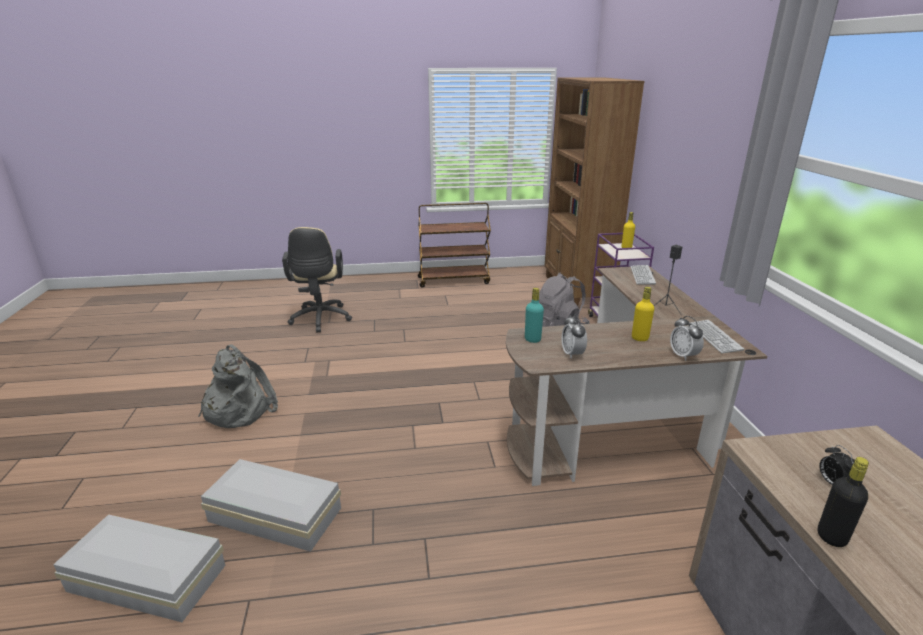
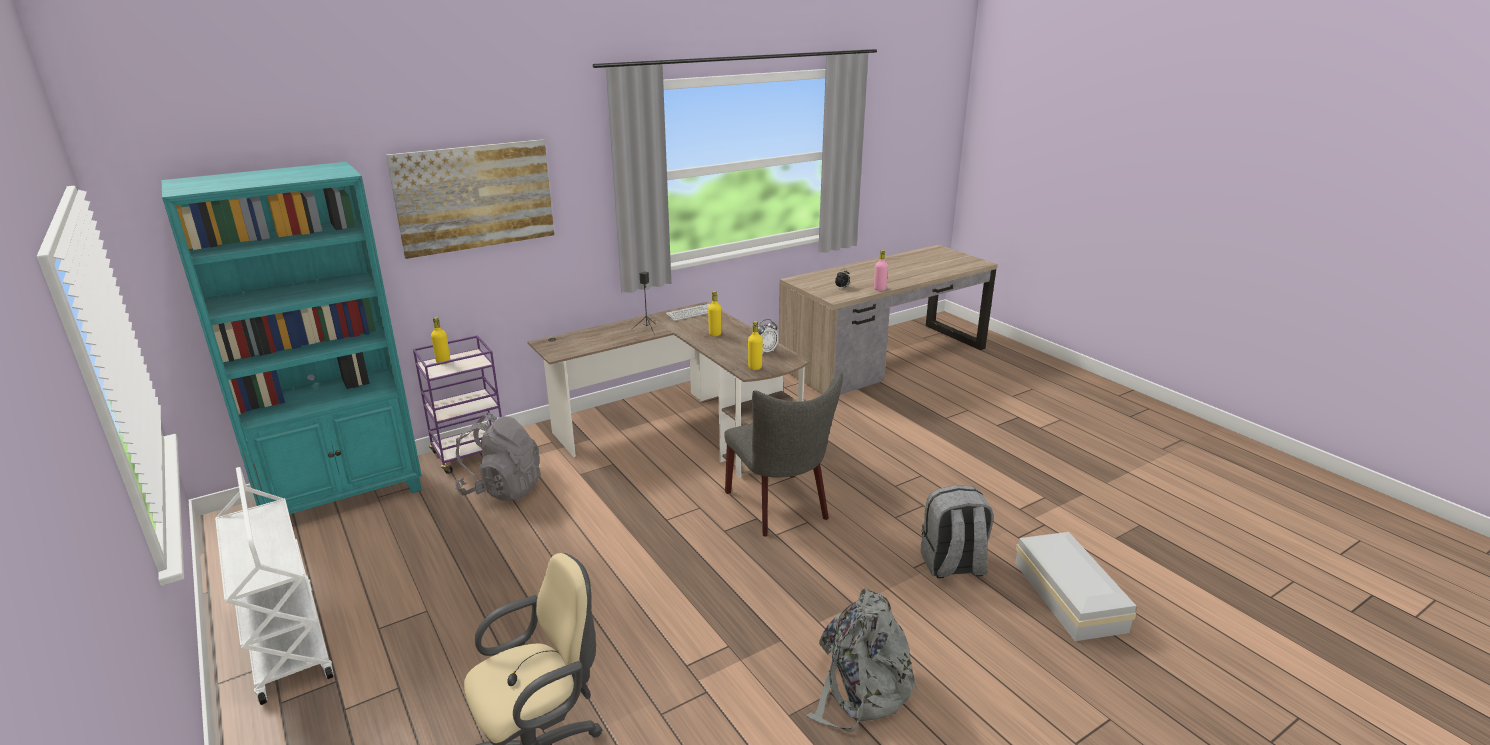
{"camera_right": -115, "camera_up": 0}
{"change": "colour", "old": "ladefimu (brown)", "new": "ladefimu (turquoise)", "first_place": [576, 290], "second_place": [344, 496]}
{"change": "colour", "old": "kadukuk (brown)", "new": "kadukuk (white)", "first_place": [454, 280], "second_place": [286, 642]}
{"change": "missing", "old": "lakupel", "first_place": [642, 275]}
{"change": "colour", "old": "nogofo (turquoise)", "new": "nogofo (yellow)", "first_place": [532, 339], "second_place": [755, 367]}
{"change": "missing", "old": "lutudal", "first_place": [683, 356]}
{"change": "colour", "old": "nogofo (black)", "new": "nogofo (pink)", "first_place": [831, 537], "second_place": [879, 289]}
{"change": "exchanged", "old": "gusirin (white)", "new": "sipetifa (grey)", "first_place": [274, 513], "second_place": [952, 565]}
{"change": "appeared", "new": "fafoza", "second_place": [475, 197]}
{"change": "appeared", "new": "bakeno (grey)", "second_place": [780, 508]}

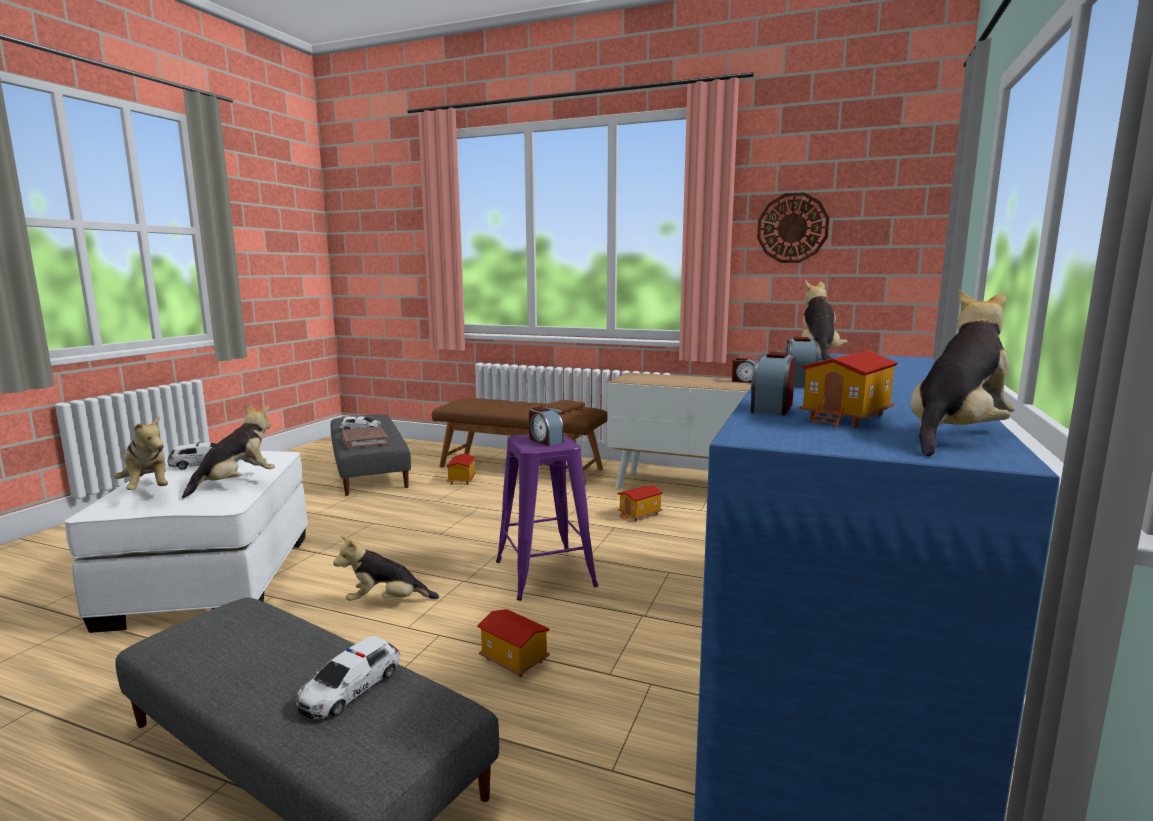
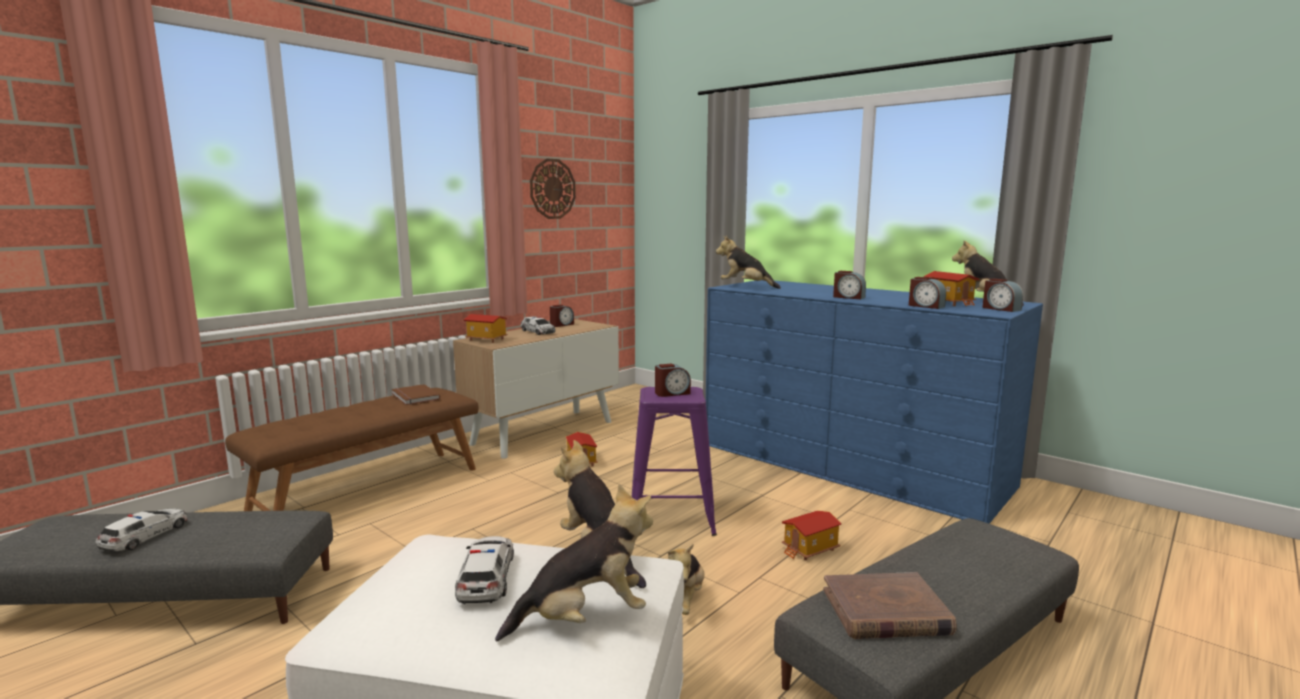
{"camera_right": -70, "camera_up": 0}
{"change": "relocated", "old": "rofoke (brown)", "first_place": [363, 441], "second_place": [886, 612]}
{"change": "relocated", "old": "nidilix", "first_place": [461, 480], "second_place": [486, 340]}
{"change": "relocated", "old": "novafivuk", "first_place": [350, 688], "second_place": [538, 332]}
{"change": "appeared", "new": "lutudal", "second_place": [1000, 309]}

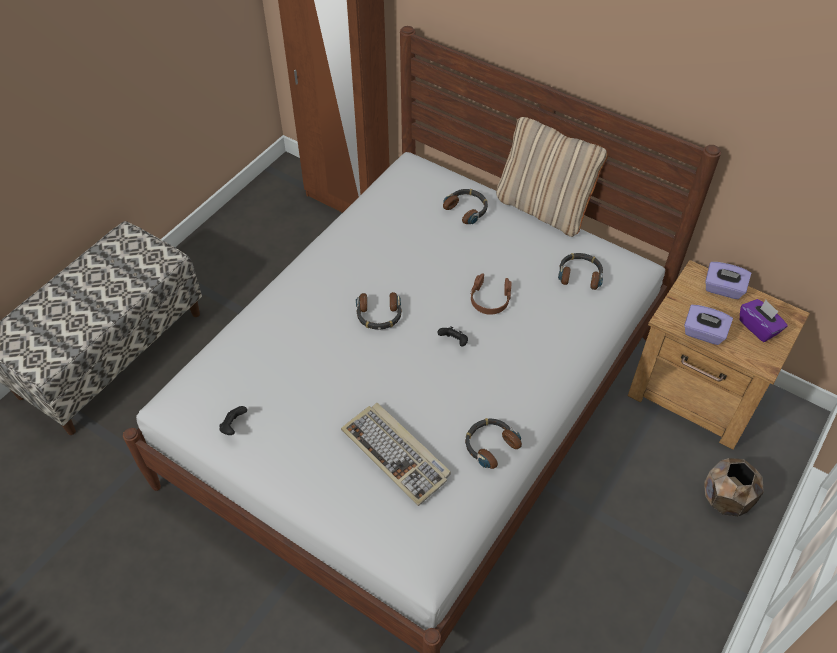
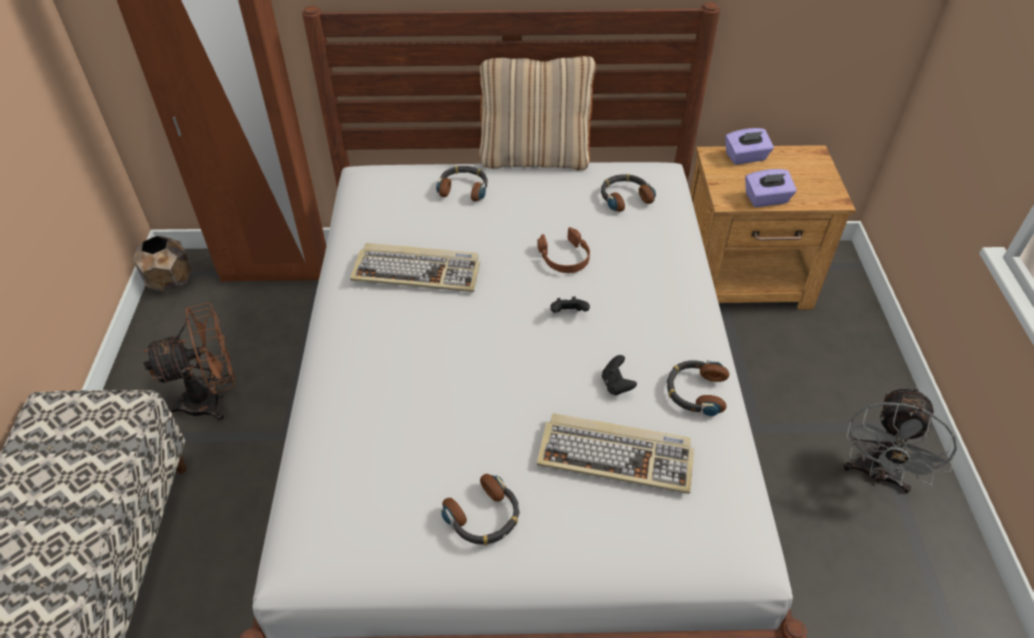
{"camera_right": -35, "camera_up": -5}
{"change": "relocated", "old": "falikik", "first_place": [379, 315], "second_place": [484, 517]}
{"change": "missing", "old": "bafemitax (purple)", "first_place": [758, 327]}
{"change": "relocated", "old": "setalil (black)", "first_place": [233, 426], "second_place": [616, 385]}
{"change": "relocated", "old": "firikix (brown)", "first_place": [726, 499], "second_place": [170, 282]}
{"change": "appeared", "new": "lakupel", "second_place": [418, 271]}
{"change": "appeared", "new": "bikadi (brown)", "second_place": [212, 400]}
{"change": "appeared", "new": "bikadi (grey)", "second_place": [876, 475]}

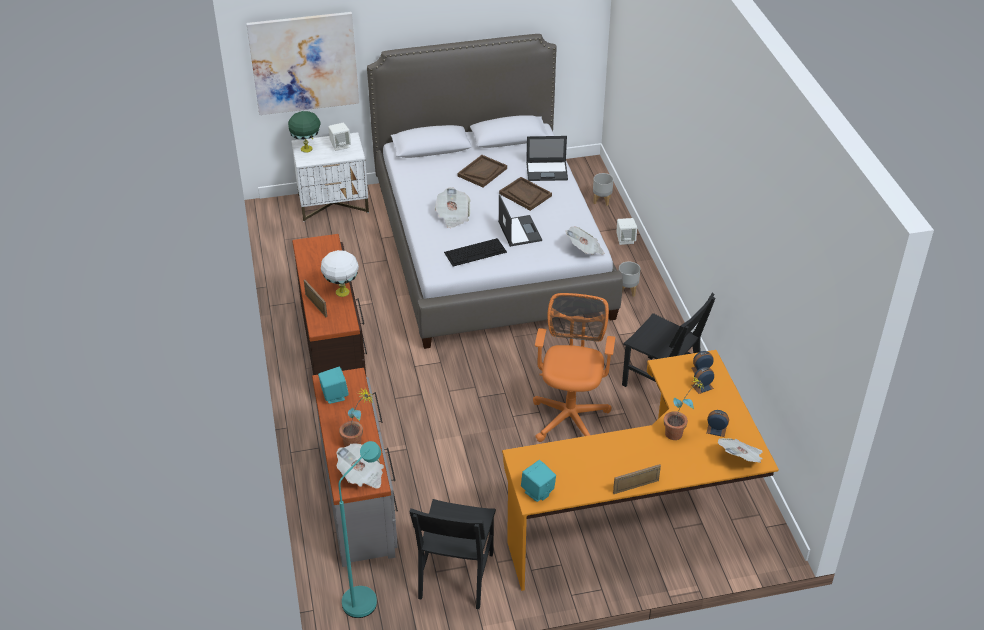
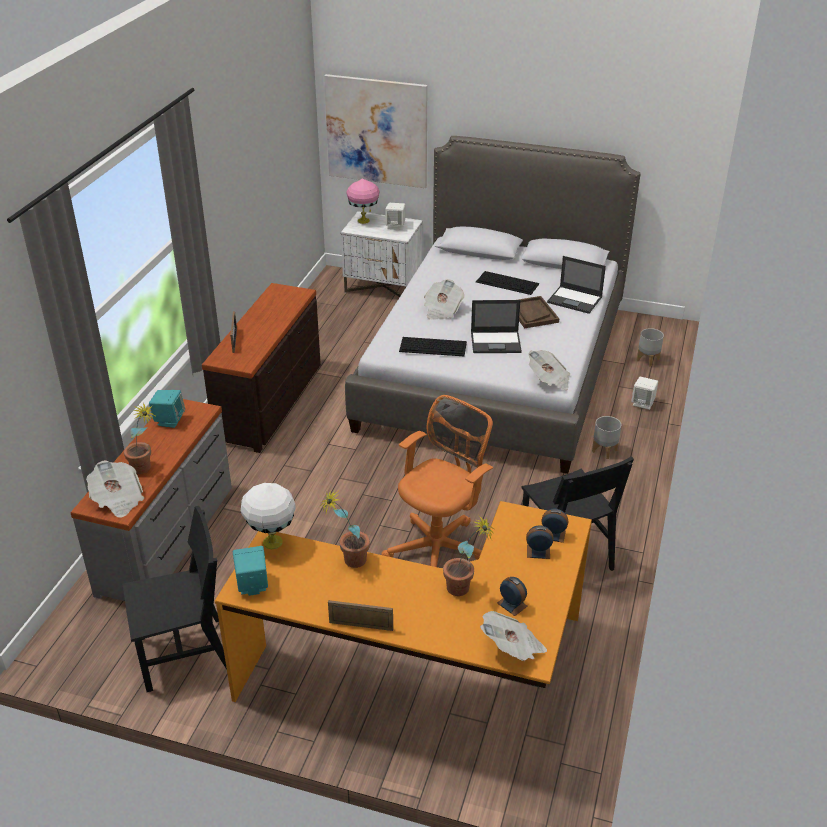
{"camera_right": 30, "camera_up": -5}
{"change": "colour", "old": "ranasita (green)", "new": "ranasita (pink)", "first_place": [307, 149], "second_place": [363, 221]}
{"change": "exchanged", "old": "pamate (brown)", "new": "lakupel", "first_place": [482, 172], "second_place": [508, 283]}
{"change": "spun", "old": "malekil", "first_place": [519, 231], "second_place": [496, 342], "degrees": 75}
{"change": "relocated", "old": "ranasita (white)", "first_place": [342, 292], "second_place": [271, 542]}
{"change": "missing", "old": "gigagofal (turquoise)", "first_place": [365, 596]}
{"change": "spun", "old": "bakeno (black)", "first_place": [456, 575], "second_place": [184, 654], "degrees": -150}
{"change": "appeared", "new": "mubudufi", "second_place": [348, 561]}

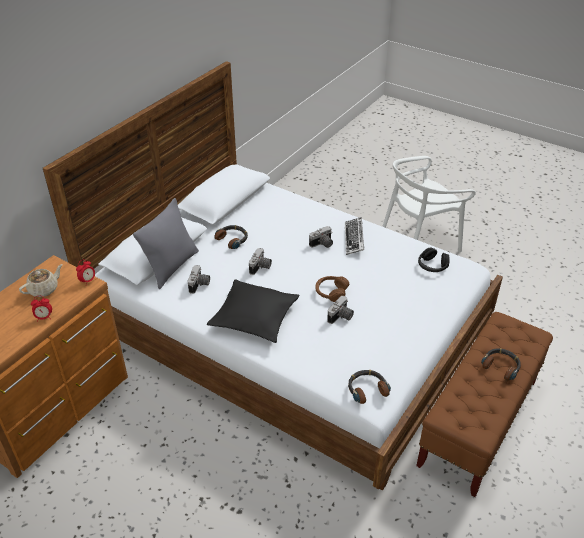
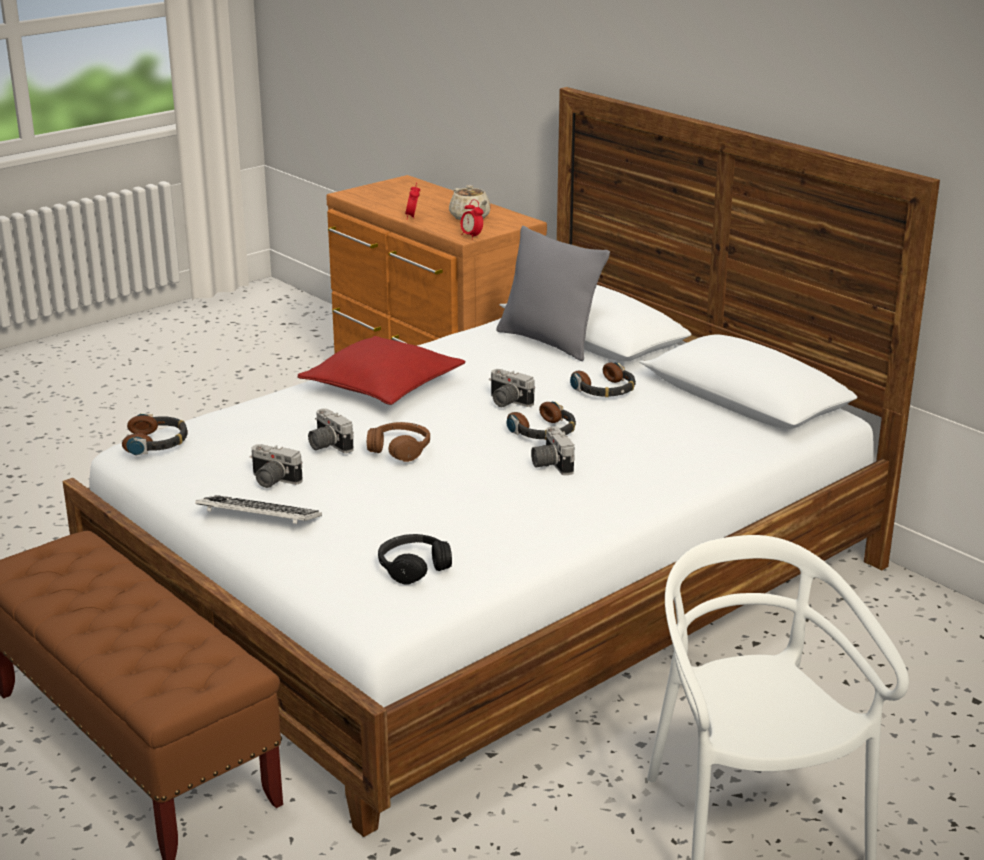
{"camera_right": 105, "camera_up": -15}
{"change": "relocated", "old": "lakupel", "first_place": [354, 239], "second_place": [259, 517]}
{"change": "relocated", "old": "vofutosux", "first_place": [199, 285], "second_place": [272, 481]}
{"change": "colour", "old": "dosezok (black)", "new": "dosezok (red)", "first_place": [254, 317], "second_place": [383, 386]}
{"change": "relocated", "old": "falikik", "first_place": [501, 366], "second_place": [544, 431]}

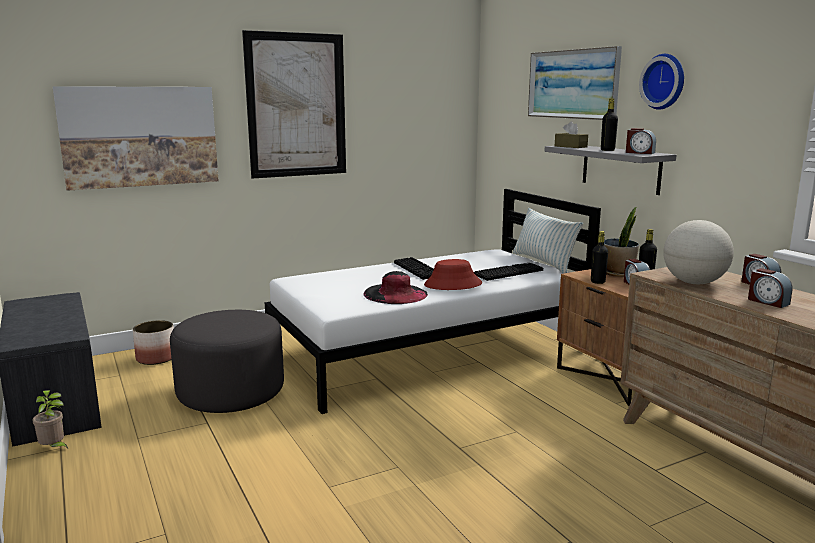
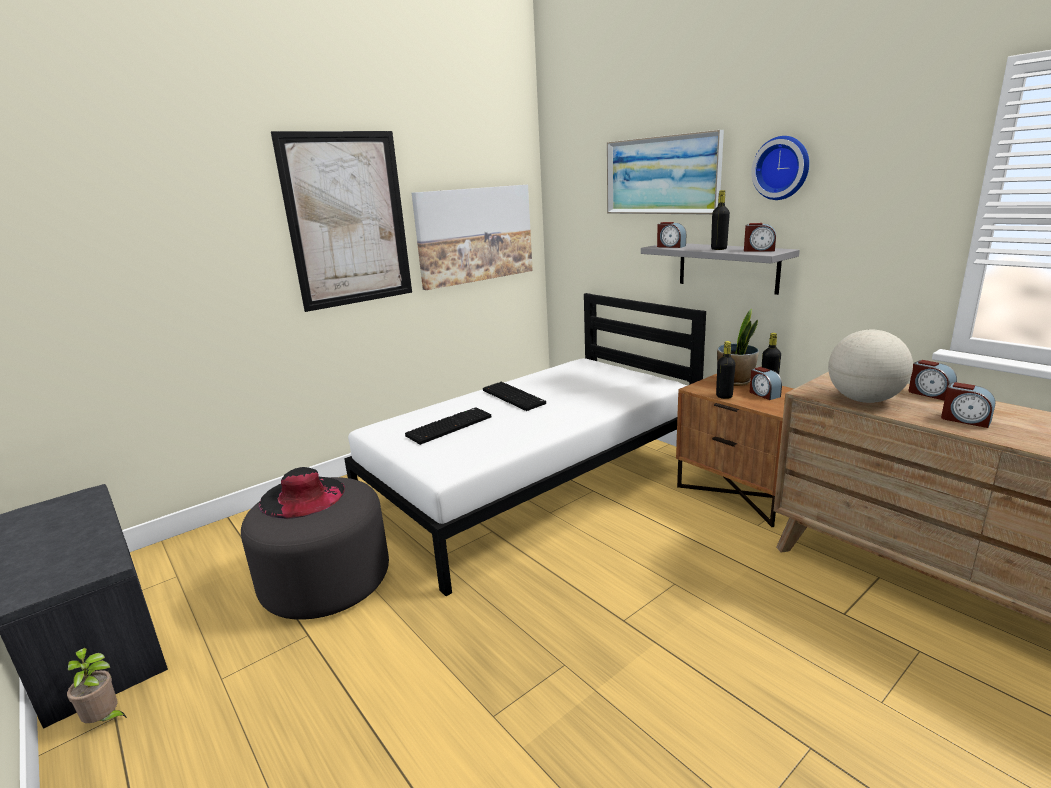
{"camera_right": -10, "camera_up": 5}
{"change": "relocated", "old": "fafoza", "first_place": [140, 136], "second_place": [475, 235]}
{"change": "exchanged", "old": "bafemitax (brown)", "new": "lutudal", "first_place": [570, 146], "second_place": [670, 246]}
{"change": "missing", "old": "dosezok", "first_place": [543, 262]}
{"change": "missing", "old": "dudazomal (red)", "first_place": [453, 284]}
{"change": "relocated", "old": "lakupel", "first_place": [508, 272], "second_place": [449, 426]}
{"change": "relocated", "old": "dudazomal (black)", "first_place": [395, 294], "second_place": [302, 496]}
{"change": "missing", "old": "firikix", "first_place": [156, 358]}

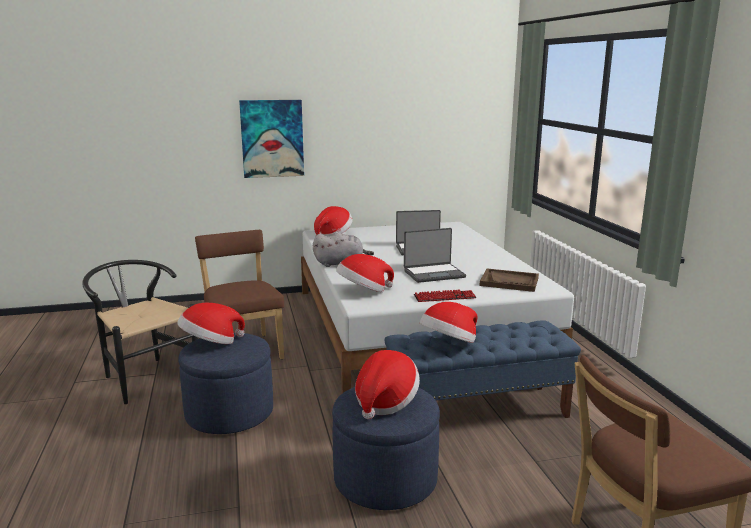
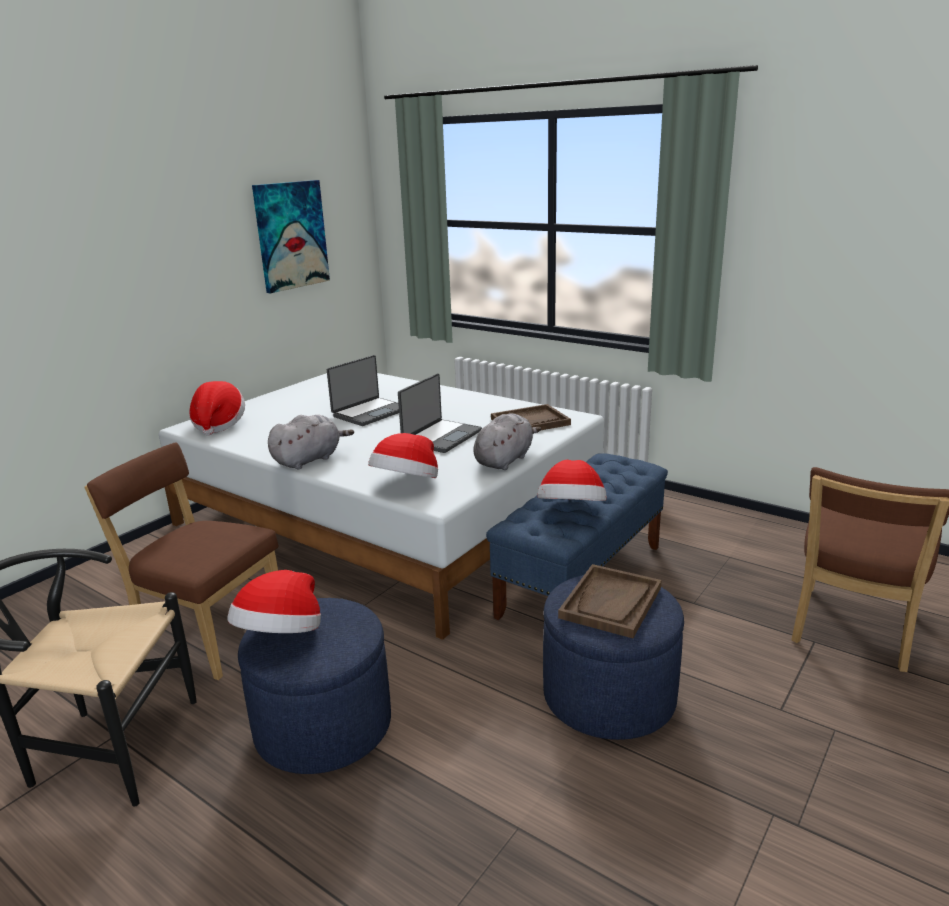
{"camera_right": -40, "camera_up": 5}
{"change": "relocated", "old": "fafoza", "first_place": [272, 138], "second_place": [291, 235]}
{"change": "exchanged", "old": "lakupel", "new": "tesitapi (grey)", "first_place": [445, 297], "second_place": [505, 460]}
{"change": "exchanged", "old": "dudazomal", "new": "pamate (brown)", "first_place": [385, 401], "second_place": [611, 603]}

